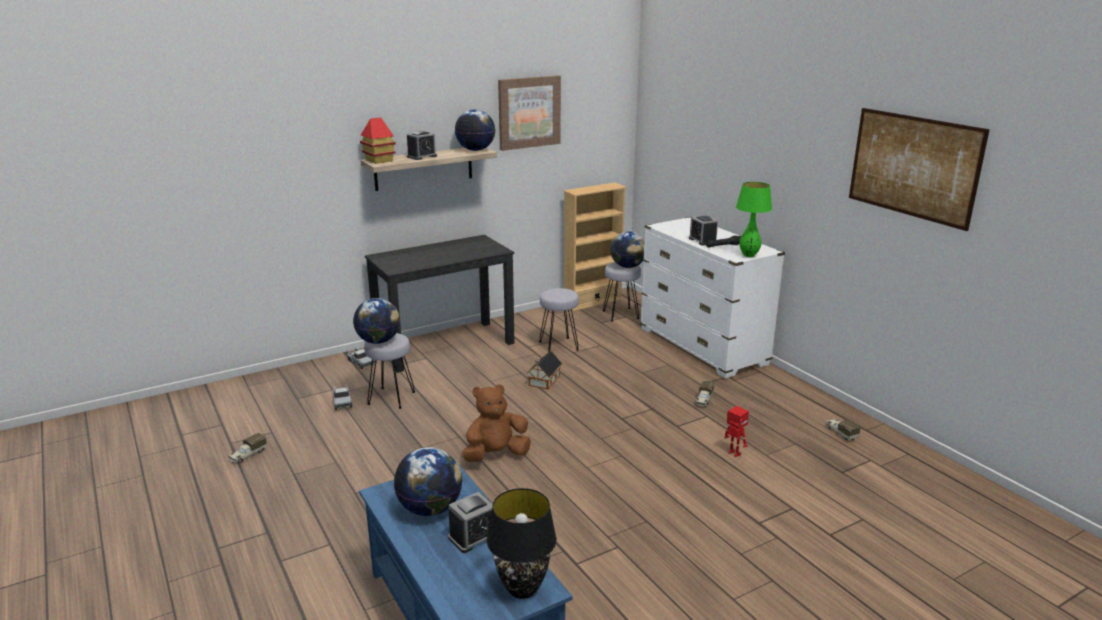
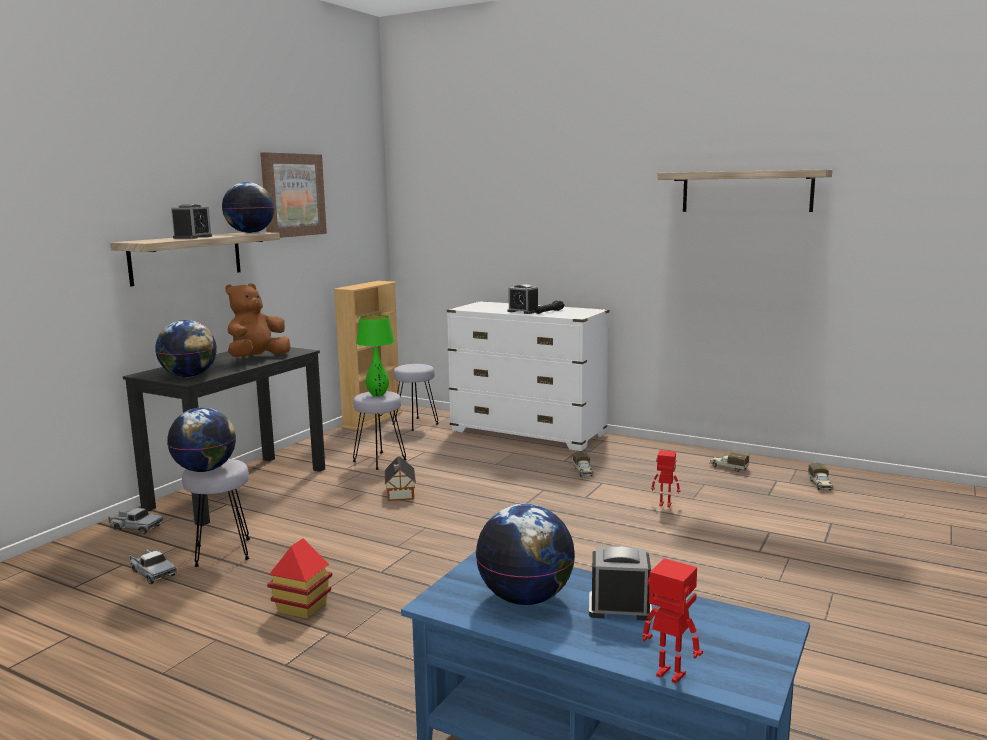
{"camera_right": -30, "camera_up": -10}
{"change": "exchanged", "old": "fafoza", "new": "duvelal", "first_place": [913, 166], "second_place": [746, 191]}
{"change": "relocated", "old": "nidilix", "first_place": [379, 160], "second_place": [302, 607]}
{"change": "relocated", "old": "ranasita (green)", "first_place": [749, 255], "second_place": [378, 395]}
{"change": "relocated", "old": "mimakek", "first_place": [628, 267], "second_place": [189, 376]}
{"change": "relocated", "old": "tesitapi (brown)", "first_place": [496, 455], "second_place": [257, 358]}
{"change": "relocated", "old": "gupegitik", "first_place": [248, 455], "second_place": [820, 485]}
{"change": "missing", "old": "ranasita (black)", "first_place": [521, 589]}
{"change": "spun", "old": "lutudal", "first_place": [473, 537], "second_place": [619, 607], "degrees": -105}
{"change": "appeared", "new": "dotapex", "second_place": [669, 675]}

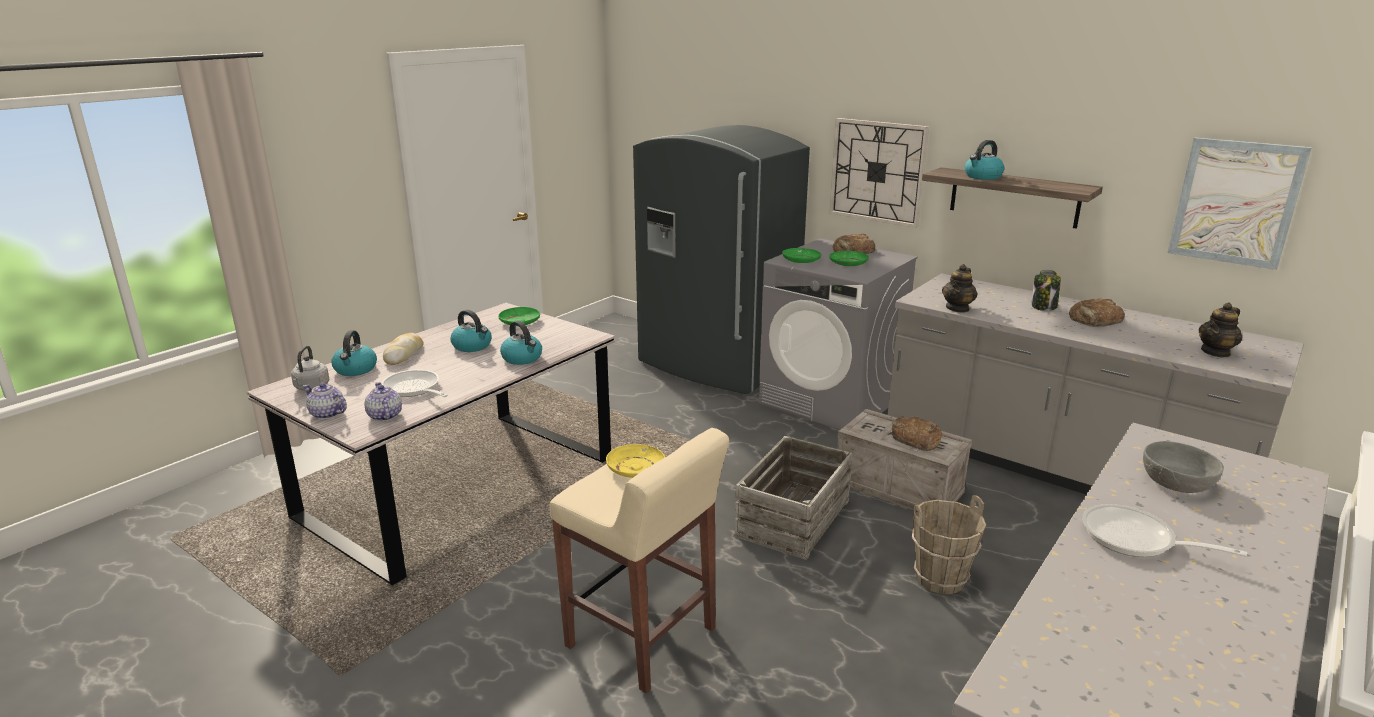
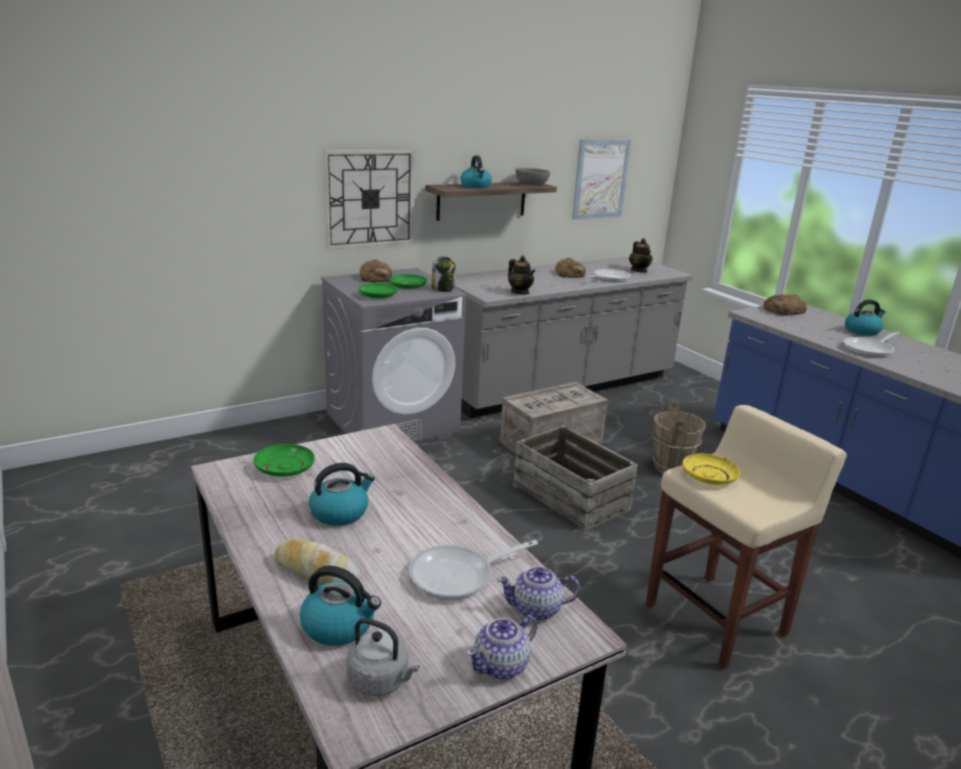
{"camera_right": -70, "camera_up": 0}
{"change": "missing", "old": "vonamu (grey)", "first_place": [715, 365]}
{"change": "relocated", "old": "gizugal", "first_place": [1044, 307], "second_place": [443, 289]}
{"change": "relocated", "old": "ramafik", "first_place": [522, 358], "second_place": [862, 331]}
{"change": "relocated", "old": "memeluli", "first_place": [915, 438], "second_place": [783, 310]}
{"change": "relocated", "old": "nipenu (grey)", "first_place": [1177, 482], "second_place": [531, 184]}
{"change": "appeared", "new": "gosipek", "second_place": [609, 278]}

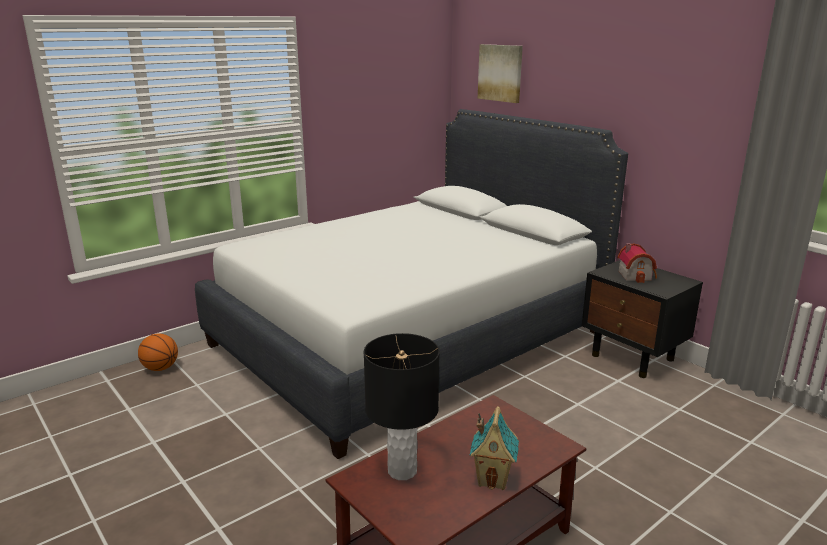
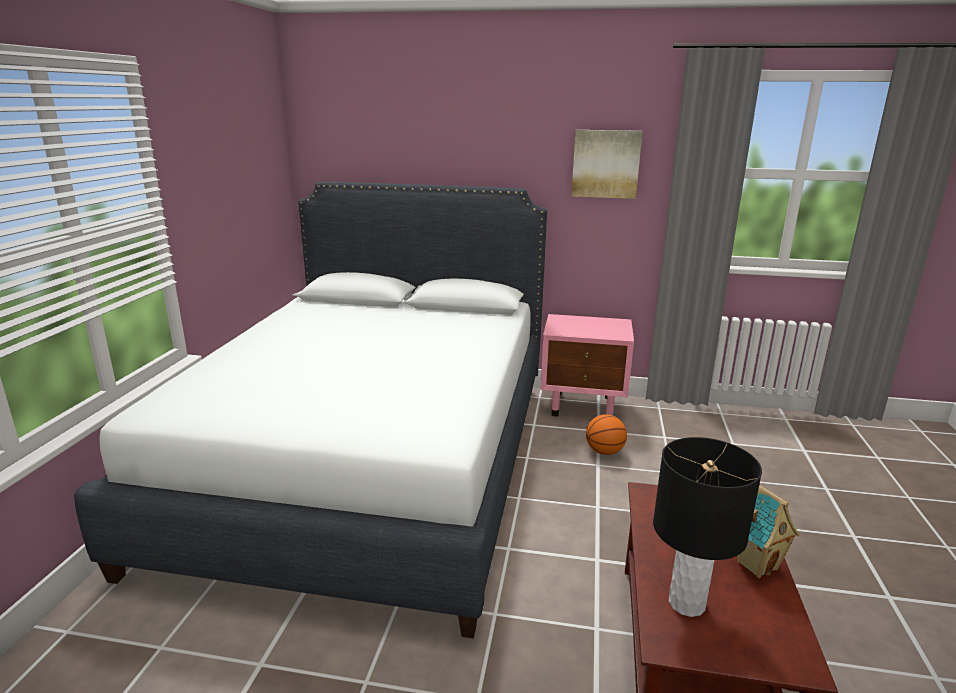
{"camera_right": -40, "camera_up": 0}
{"change": "relocated", "old": "fafoza", "first_place": [500, 73], "second_place": [605, 164]}
{"change": "missing", "old": "nidilix", "first_place": [636, 275]}
{"change": "colour", "old": "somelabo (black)", "new": "somelabo (pink)", "first_place": [633, 358], "second_place": [583, 406]}
{"change": "relocated", "old": "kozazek", "first_place": [160, 368], "second_place": [604, 452]}

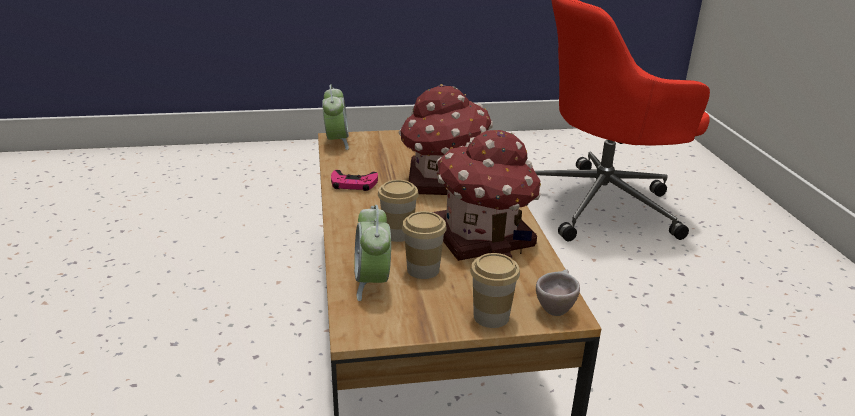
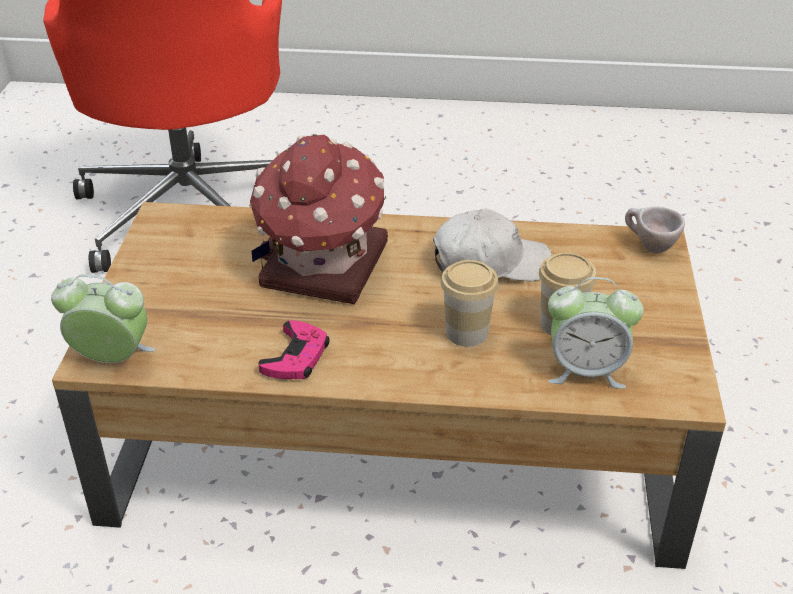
{"camera_right": -75, "camera_up": 10}
{"change": "exchanged", "old": "nidilix", "new": "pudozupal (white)", "first_place": [483, 236], "second_place": [489, 263]}
{"change": "missing", "old": "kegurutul", "first_place": [491, 316]}

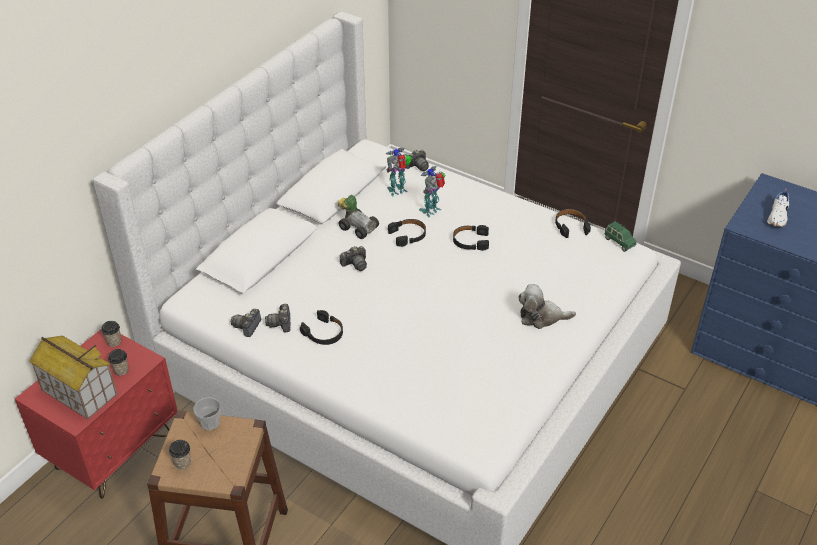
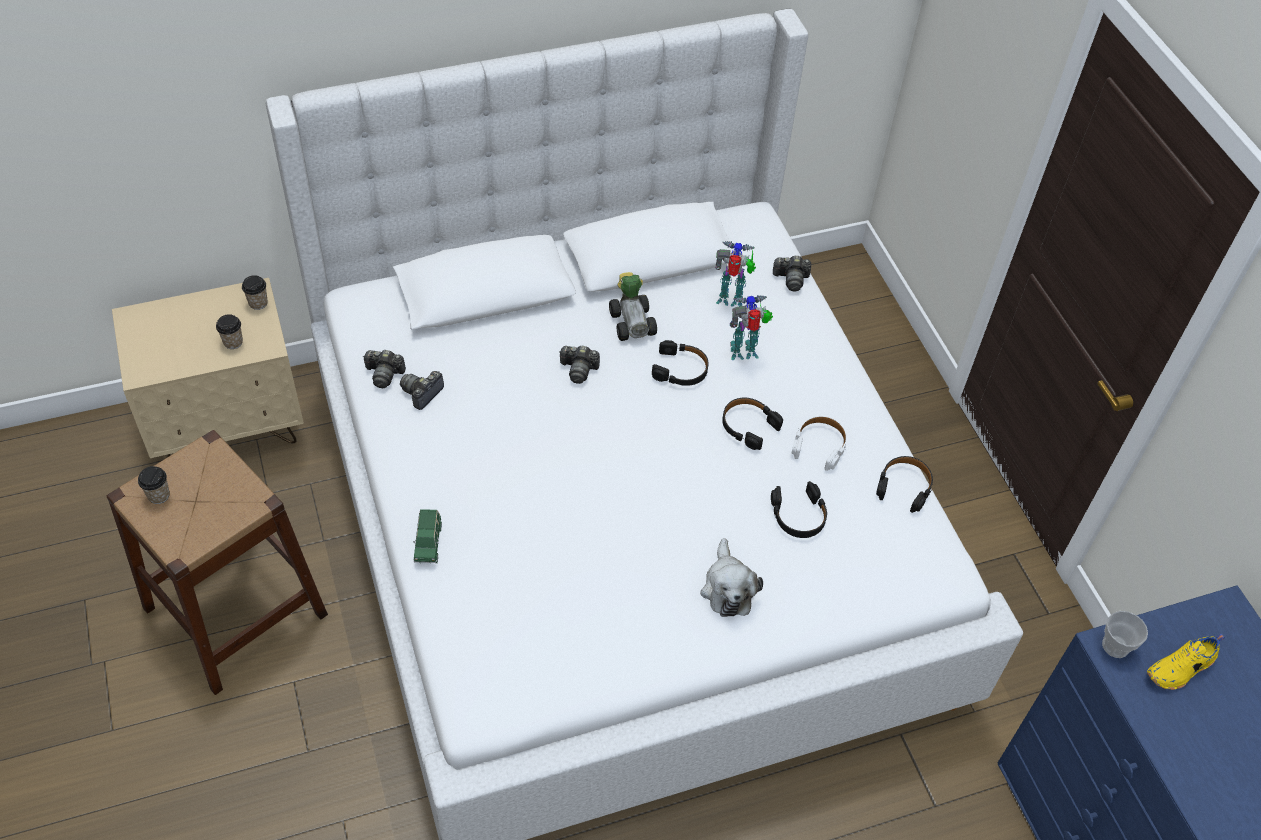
{"camera_right": 35, "camera_up": 10}
{"change": "colour", "old": "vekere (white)", "new": "vekere (yellow)", "first_place": [778, 217], "second_place": [1180, 669]}
{"change": "relocated", "old": "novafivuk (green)", "first_place": [619, 242], "second_place": [428, 543]}
{"change": "spun", "old": "tesitapi", "first_place": [541, 317], "second_place": [728, 588], "degrees": -135}
{"change": "spun", "old": "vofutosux", "first_place": [247, 326], "second_place": [384, 374], "degrees": -135}
{"change": "relocated", "old": "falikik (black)", "first_place": [324, 333], "second_place": [798, 516]}
{"change": "colour", "old": "somelabo (red)", "new": "somelabo (beige)", "first_place": [114, 451], "second_place": [228, 426]}
{"change": "missing", "old": "nidilix", "first_place": [78, 392]}
{"change": "relocated", "old": "kegurutul", "first_place": [210, 423], "second_place": [1115, 646]}
{"change": "appeared", "new": "falikik (white)", "second_place": [819, 445]}

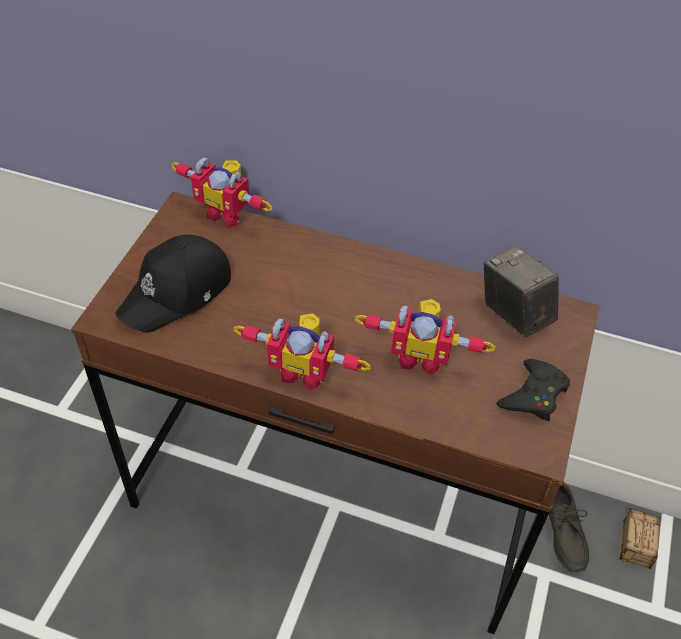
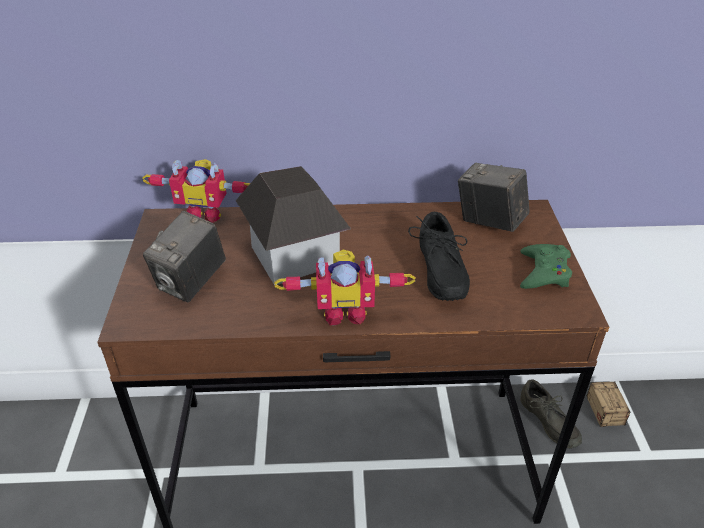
{"camera_right": -20, "camera_up": -10}
{"change": "exchanged", "old": "pudozupal (black)", "new": "vofutosux", "first_place": [178, 292], "second_place": [191, 283]}
{"change": "exchanged", "old": "dotapex", "new": "vekere (black)", "first_place": [420, 357], "second_place": [437, 272]}
{"change": "colour", "old": "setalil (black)", "new": "setalil (green)", "first_place": [533, 395], "second_place": [543, 272]}
{"change": "appeared", "new": "nidilix", "second_place": [294, 255]}

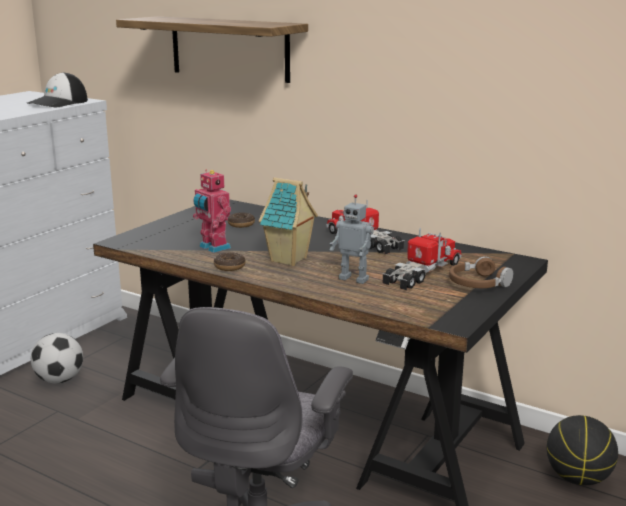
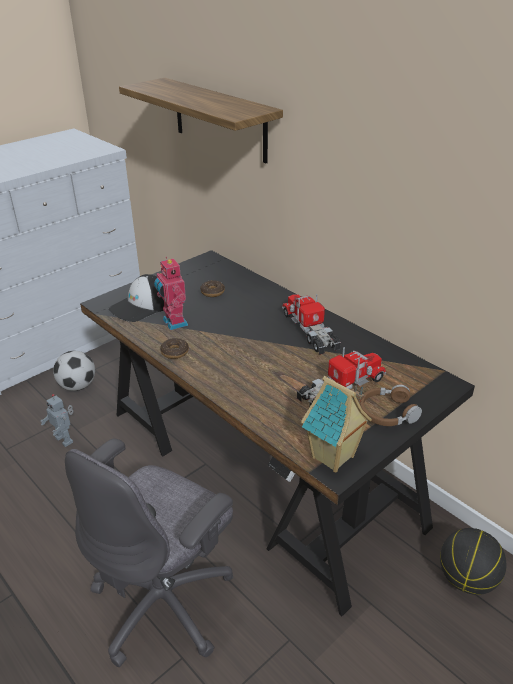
{"camera_right": 15, "camera_up": 15}
{"change": "relocated", "old": "pudozupal", "first_place": [58, 103], "second_place": [141, 306]}
{"change": "relocated", "old": "nidilix", "first_place": [289, 260], "second_place": [333, 458]}
{"change": "relocated", "old": "dotapex", "first_place": [354, 279], "second_place": [65, 440]}

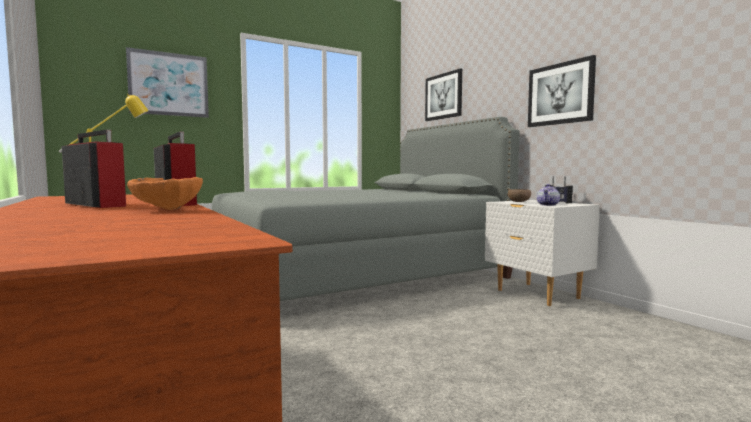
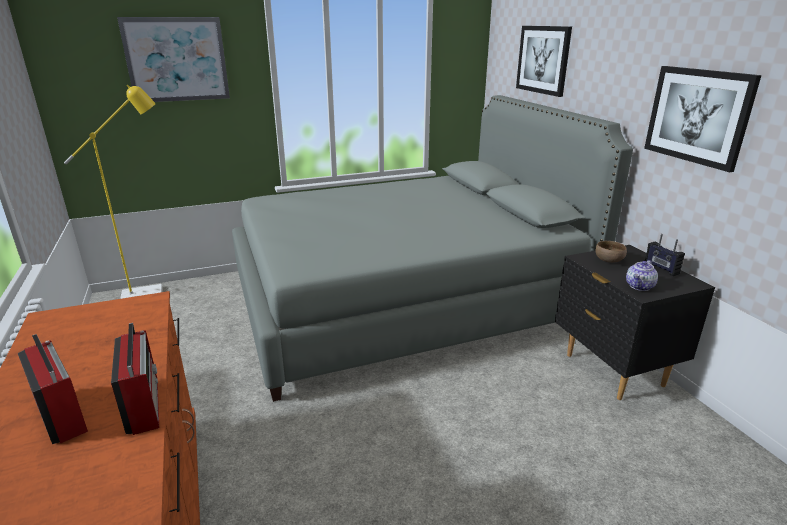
{"camera_right": 10, "camera_up": 20}
{"change": "missing", "old": "nipenu (orange)", "first_place": [166, 210]}
{"change": "colour", "old": "somelabo (white)", "new": "somelabo (black)", "first_place": [537, 294], "second_place": [613, 370]}

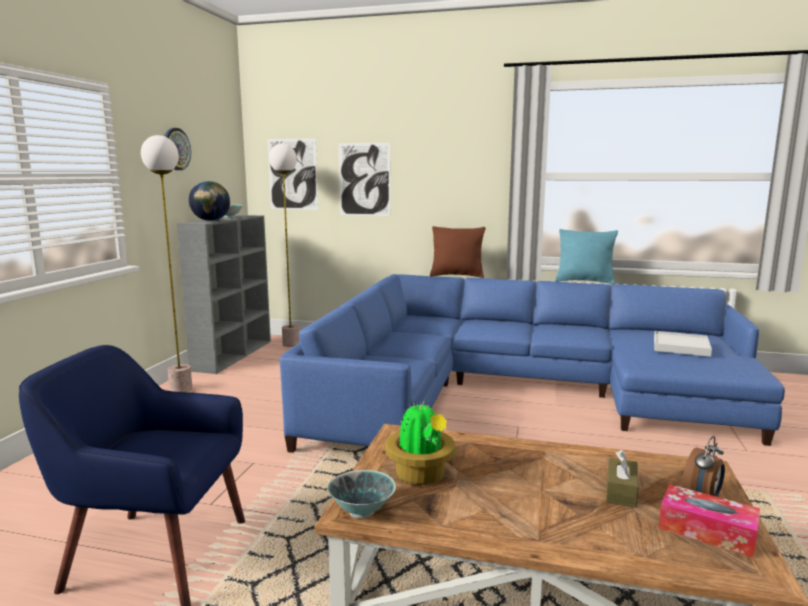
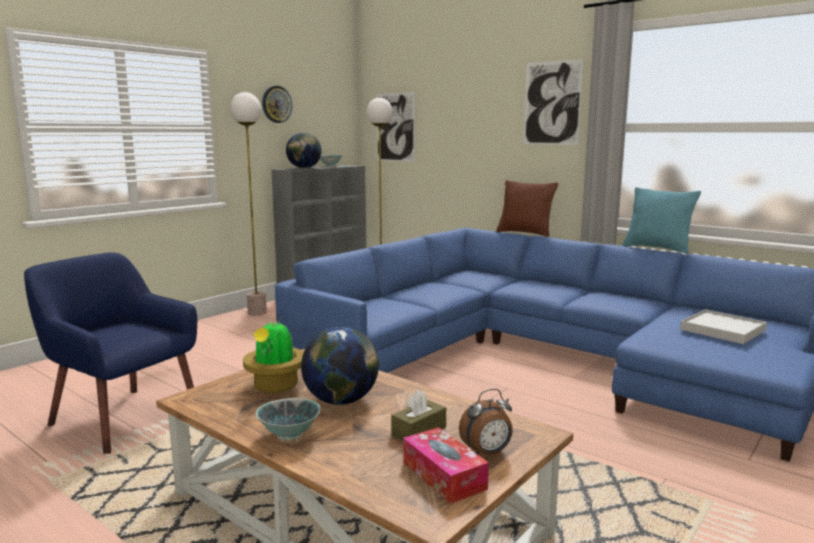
{"camera_right": 25, "camera_up": 0}
{"change": "relocated", "old": "fafoza", "first_place": [364, 179], "second_place": [552, 103]}
{"change": "relocated", "old": "nipenu", "first_place": [362, 512], "second_place": [289, 436]}
{"change": "appeared", "new": "mimakek", "second_place": [341, 401]}

